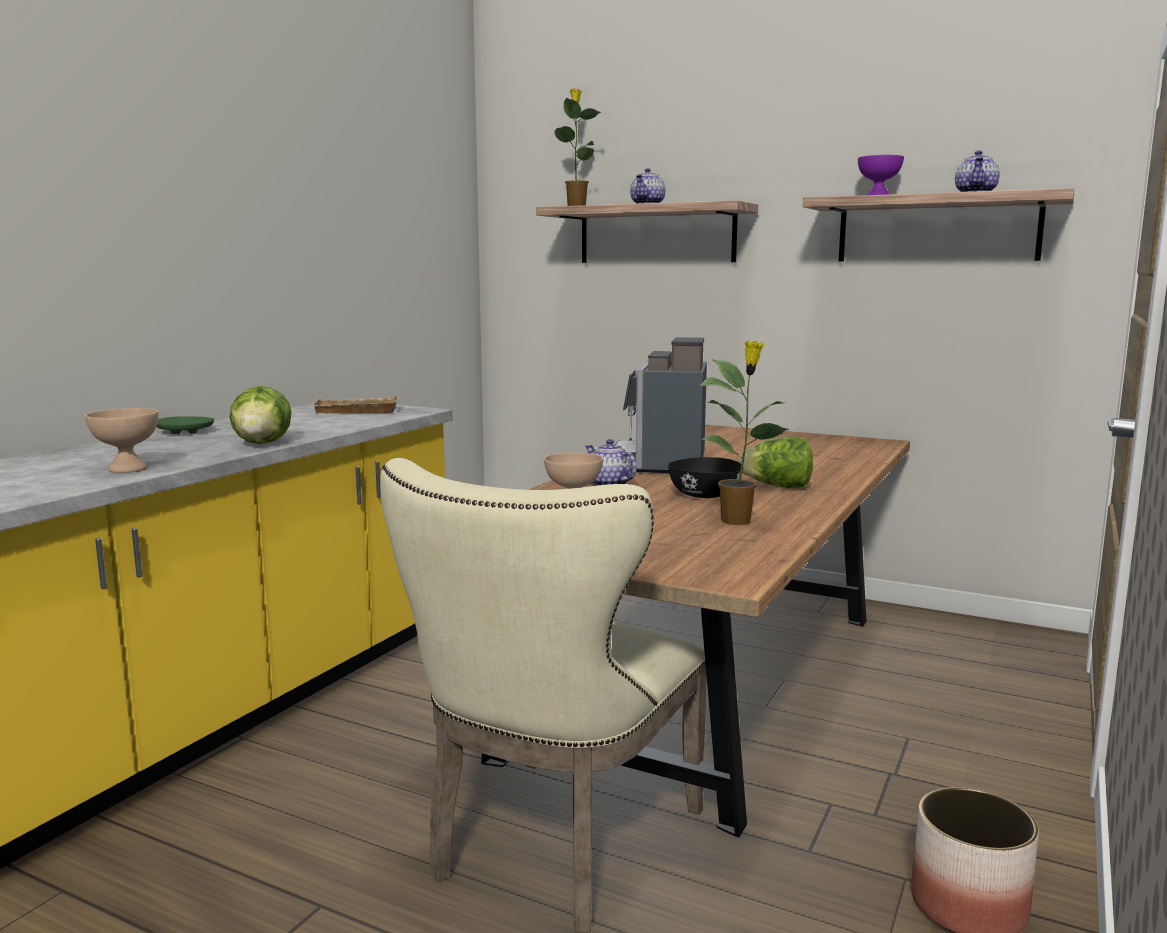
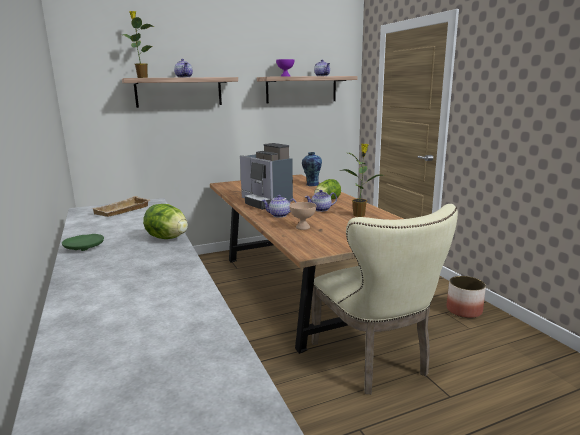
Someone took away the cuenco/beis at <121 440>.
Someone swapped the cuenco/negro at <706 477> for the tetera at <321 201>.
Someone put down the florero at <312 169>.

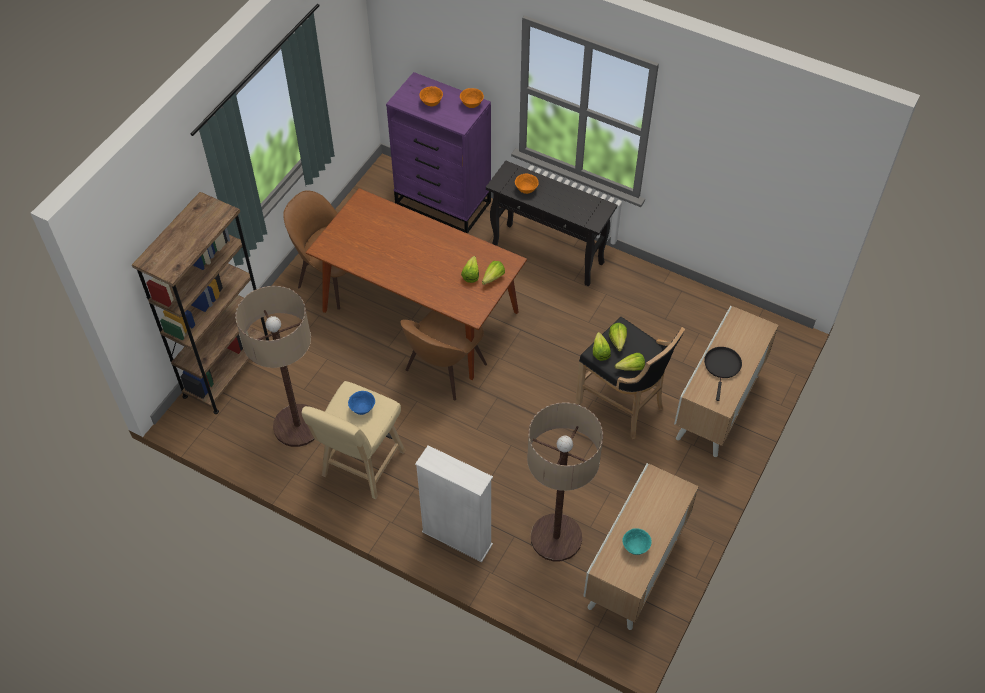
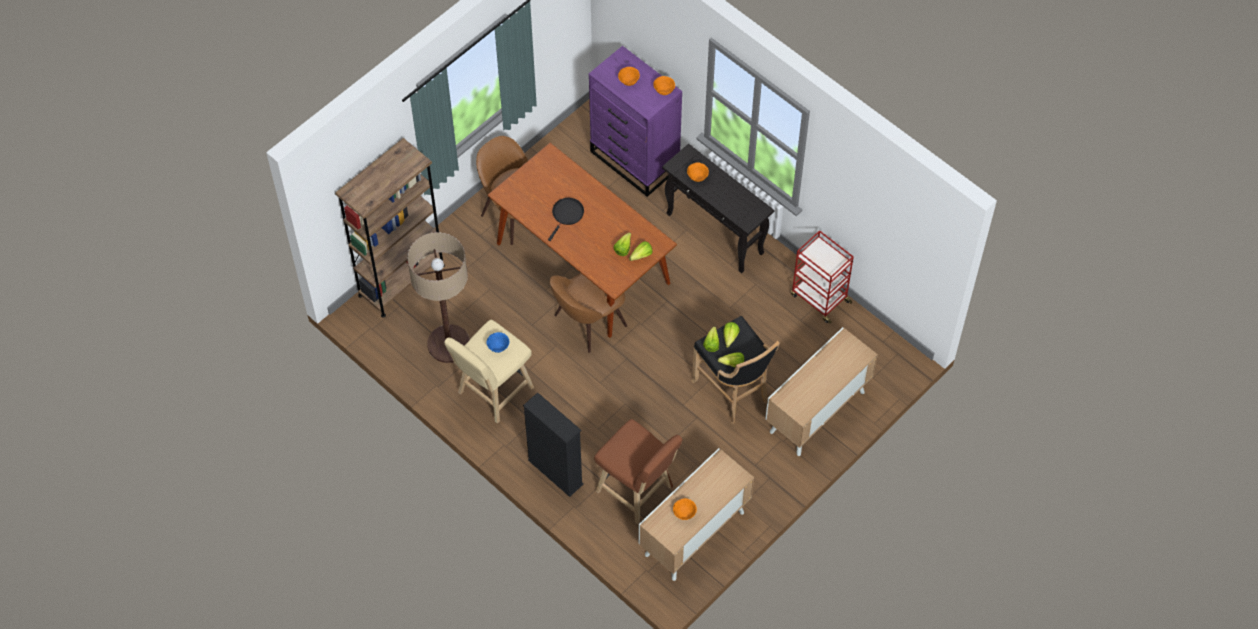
Someone carried the sartén/negro from <723 374> to <566 219>.
Someone swapped the lámpara de pie at <565 481> for the taburete/marrón at <638 471>.
Someone repainted the estantería/blanco at <454 503>, which became the estantería/negro at <553 444>.
Someone repainted the cuenco/turquesa at <637 541>, which became the cuenco/naranja at <685 509>.
Someone put down the carrito/rojo at <822 277>.

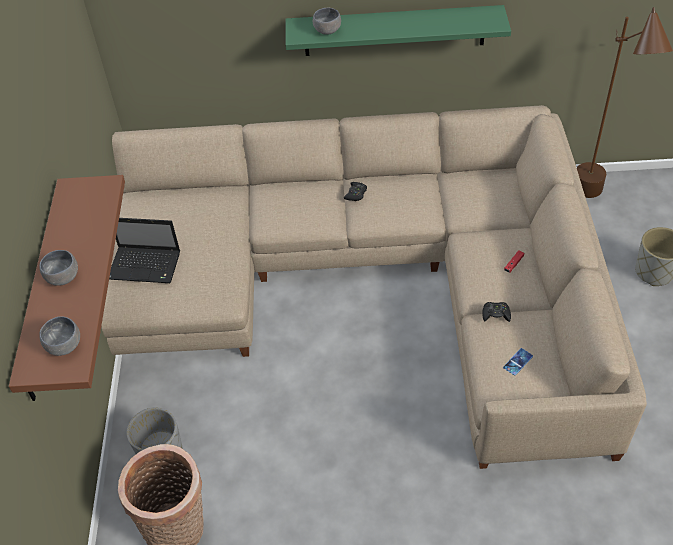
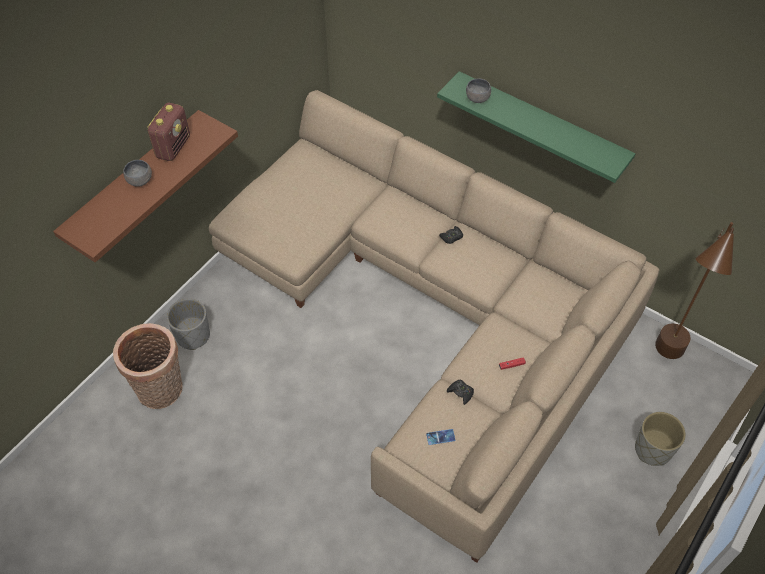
Someone took away the portátil at <144 250>.
Someone took away the cuenco/gris at <59 336>.
Someone put down the radio at <168 132>.

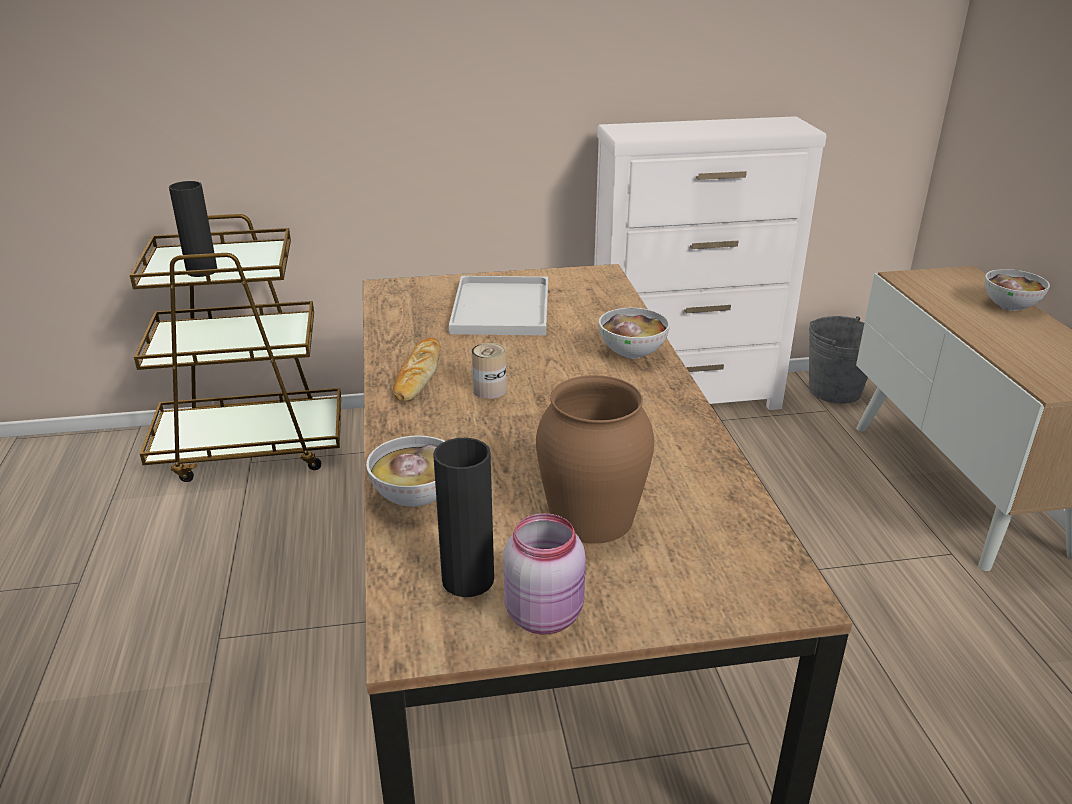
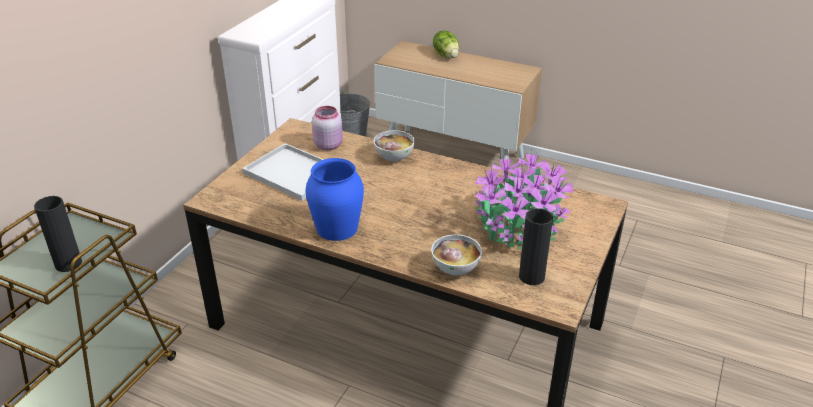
Someone swapped the cuenco at <1017 290> for the lechuga at <446 44>.
Someone swapped the pan at <416 370> for the florero/azul at <334 199>.
Someone took away the lata at <489 371>.
Someone swapped the florero/marrón at <595 459> for the planta en maceta at <524 200>.
Someone carried the tarro/rosa from <544 573> to <327 128>.

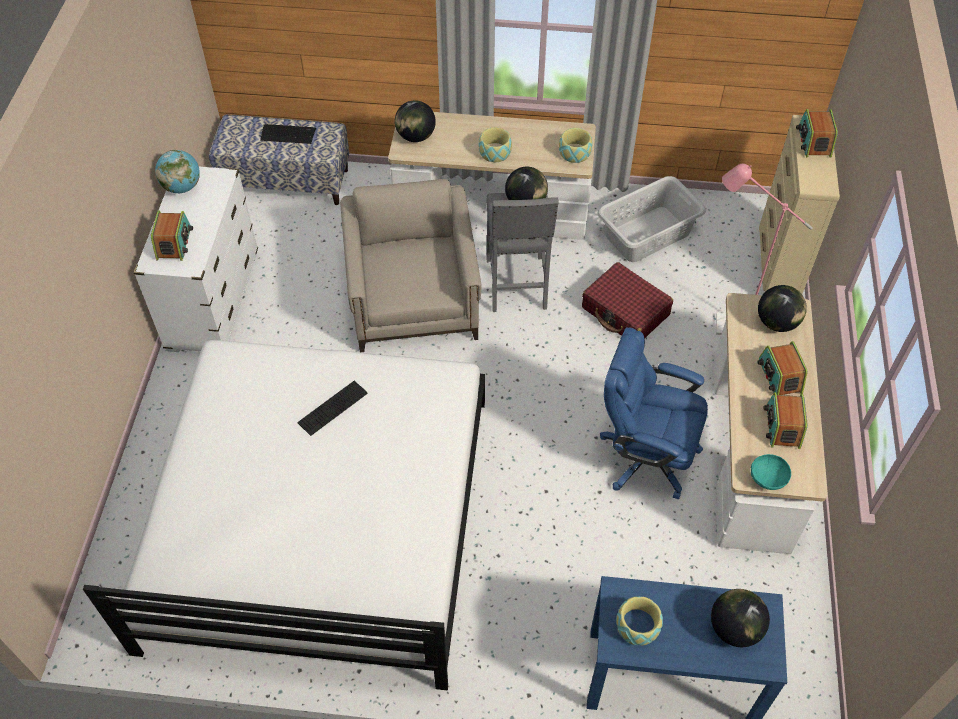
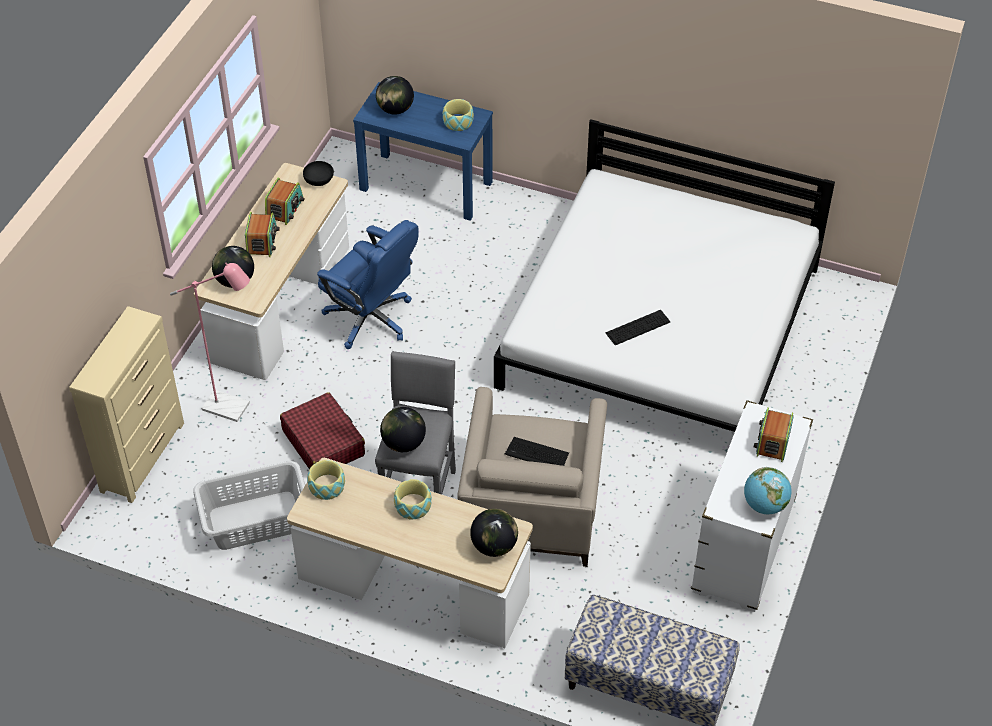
Someone took away the radio at <817 133>.
Someone carried the teclado from <288 134> to <537 451>.
Someone repainted the cuenco/turquesa at <771 472>, which became the cuenco/negro at <318 173>.

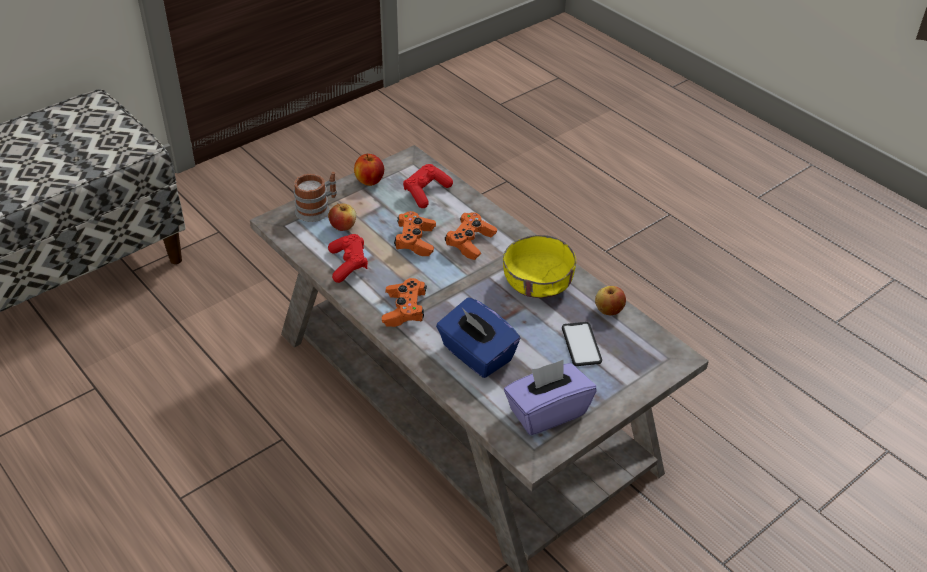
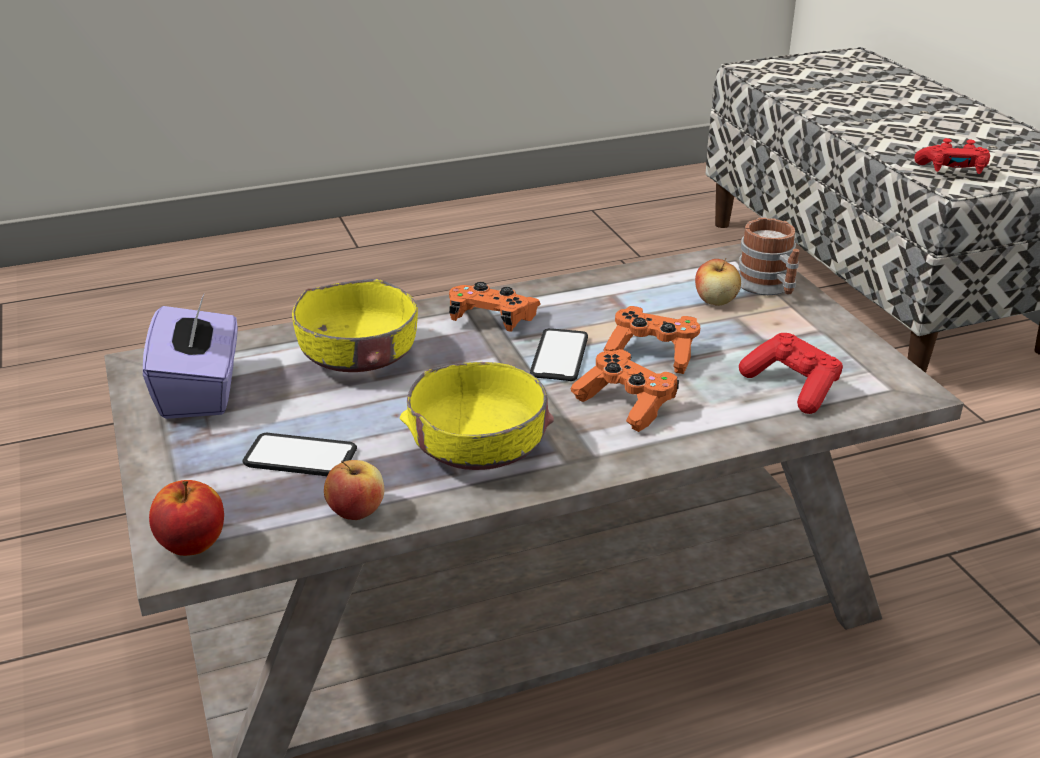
Someone carried the manzana from <369 170> to <186 518>.
Someone carried the mando de consola/rojo from <348 258> to <952 156>.
Someone swapped the caja de pañuelos/azul at <478 337> for the cuenco/amarillo at <355 325>.
Someone put down the móvil at <559 354>.

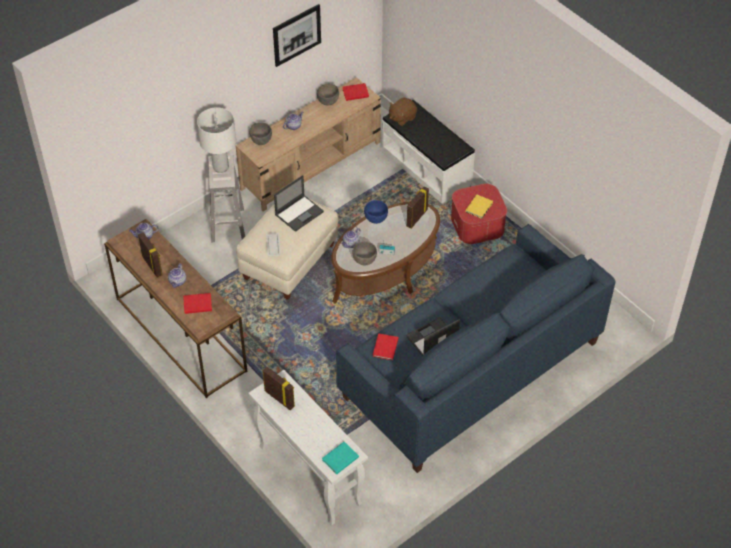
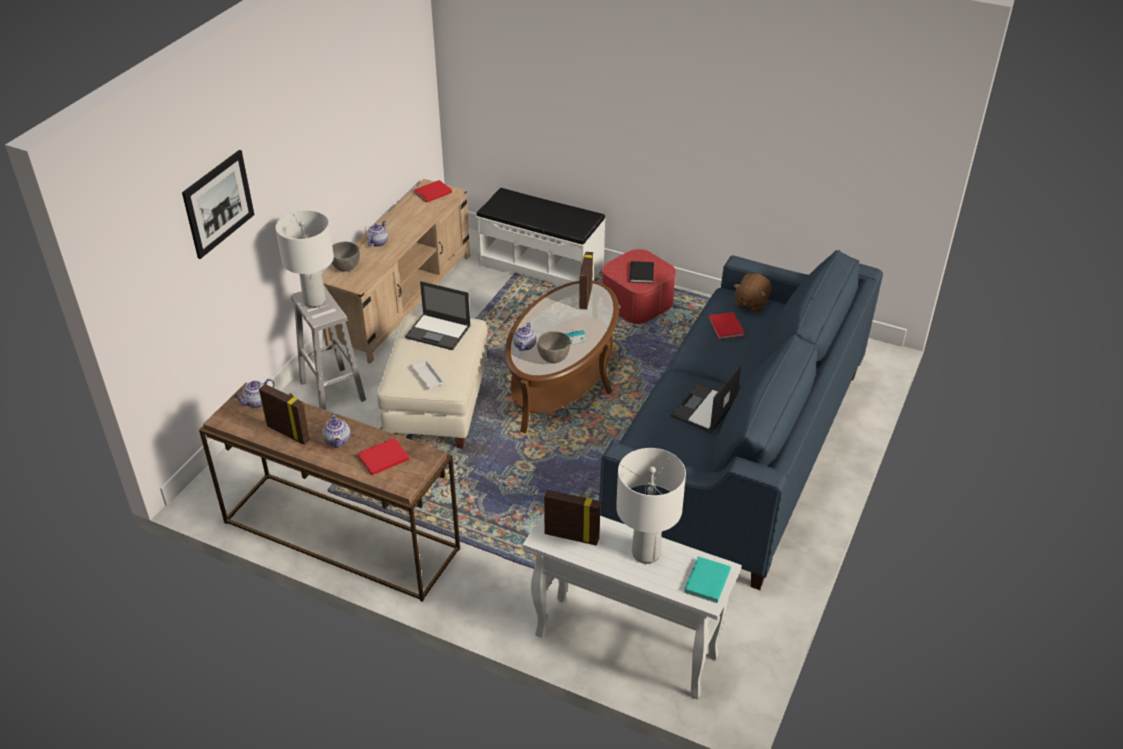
Someone carried the cuadro from <297 35> to <218 204>.
Someone took away the cuenco/gris at <328 95>.
Someone carried the peluche/marrón from <403 111> to <752 293>.
Someone rotated the portátil at <299 203> by 90 degrees clockwise.
Someone repainted the libro/amarillo at <479 207>, which became the libro/negro at <642 272>.
Someone took away the cuenco/azul at <376 212>.
Someone carried the libro/rojo from <385 346> to <727 326>.
Someone put down the lámpara de mesa/blanco at <651 506>.

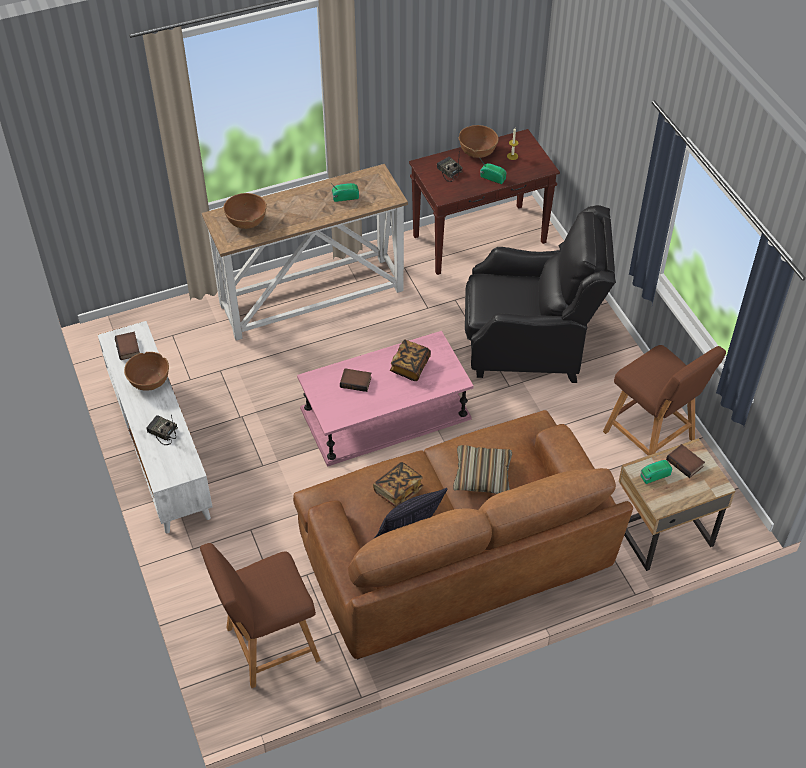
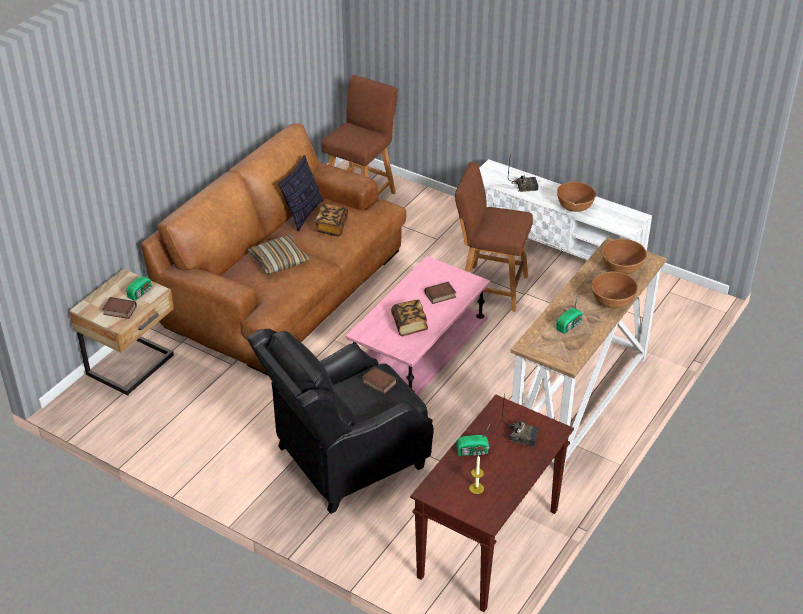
Someone carried the cuenco/marrón from <479 141> to <614 290>.
Someone carried the libro from <127 346> to <380 380>.
Someone carried the taburete/marrón from <664 400> to <494 237>.

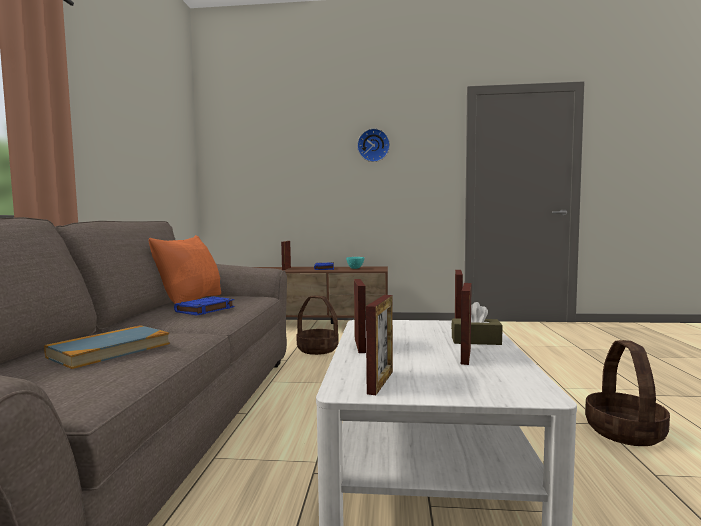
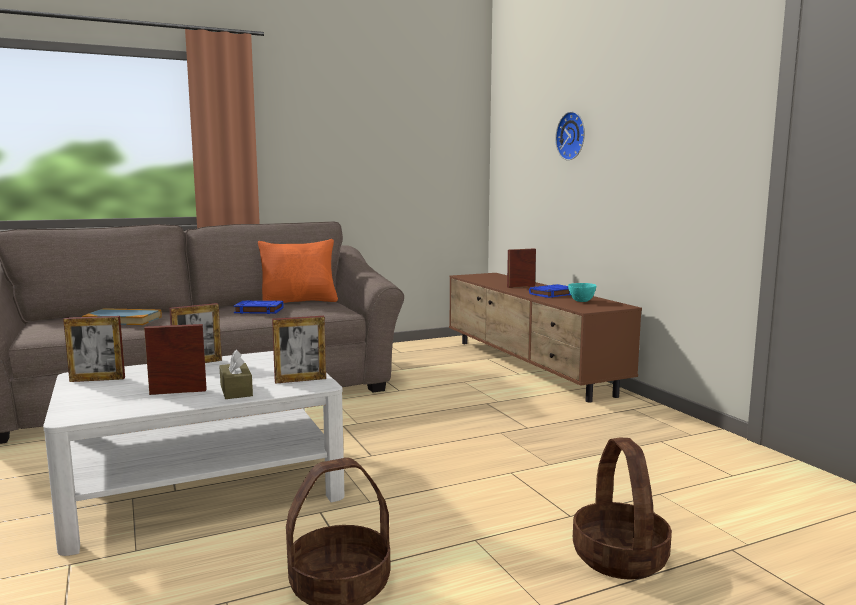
Someone carried the reloj de pared from <373 145> to <570 135>.
Someone carried the cesta from <318 325> to <622 508>.

